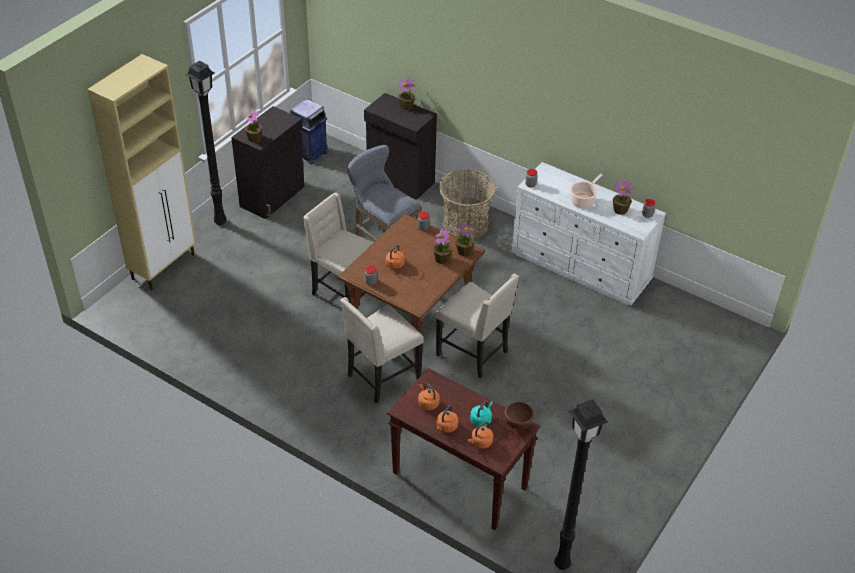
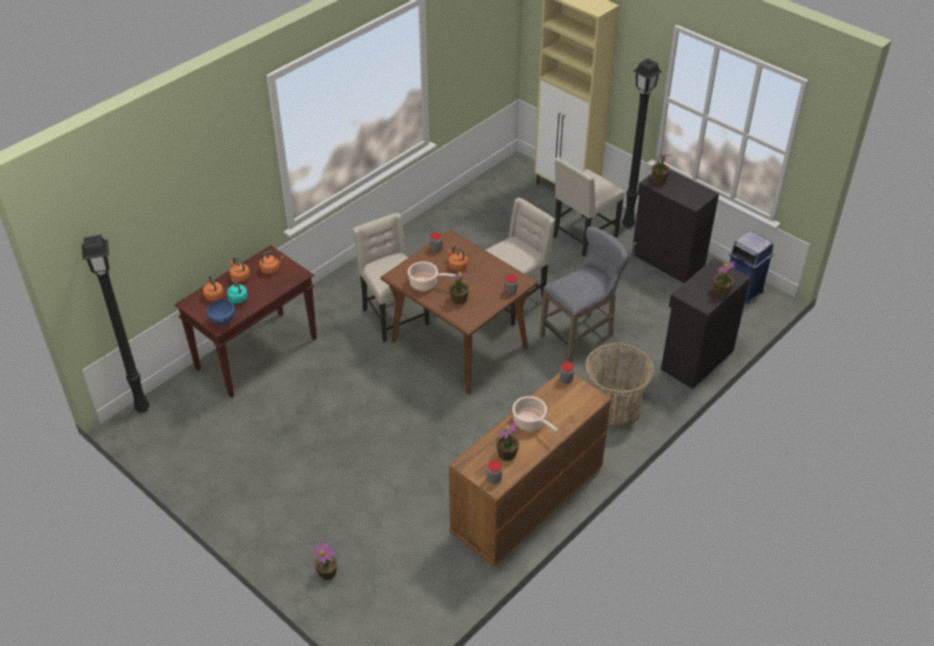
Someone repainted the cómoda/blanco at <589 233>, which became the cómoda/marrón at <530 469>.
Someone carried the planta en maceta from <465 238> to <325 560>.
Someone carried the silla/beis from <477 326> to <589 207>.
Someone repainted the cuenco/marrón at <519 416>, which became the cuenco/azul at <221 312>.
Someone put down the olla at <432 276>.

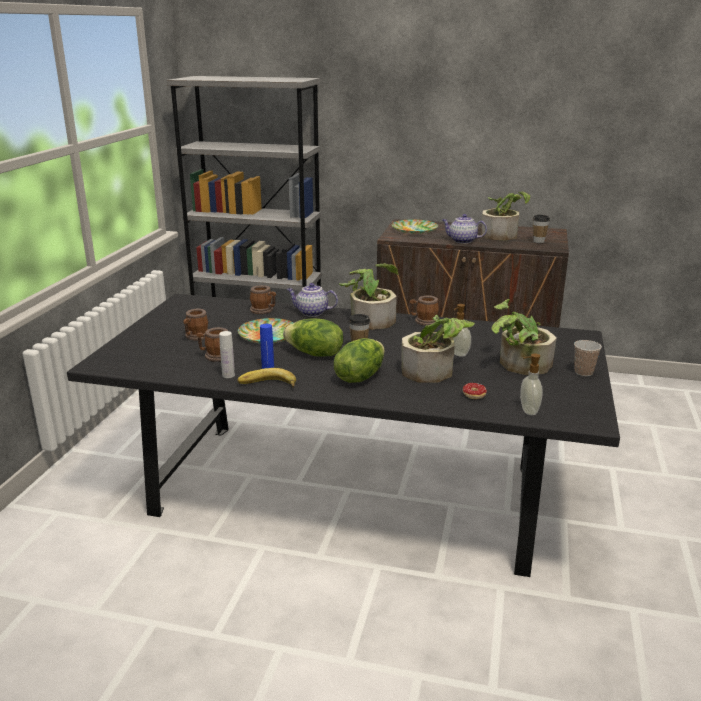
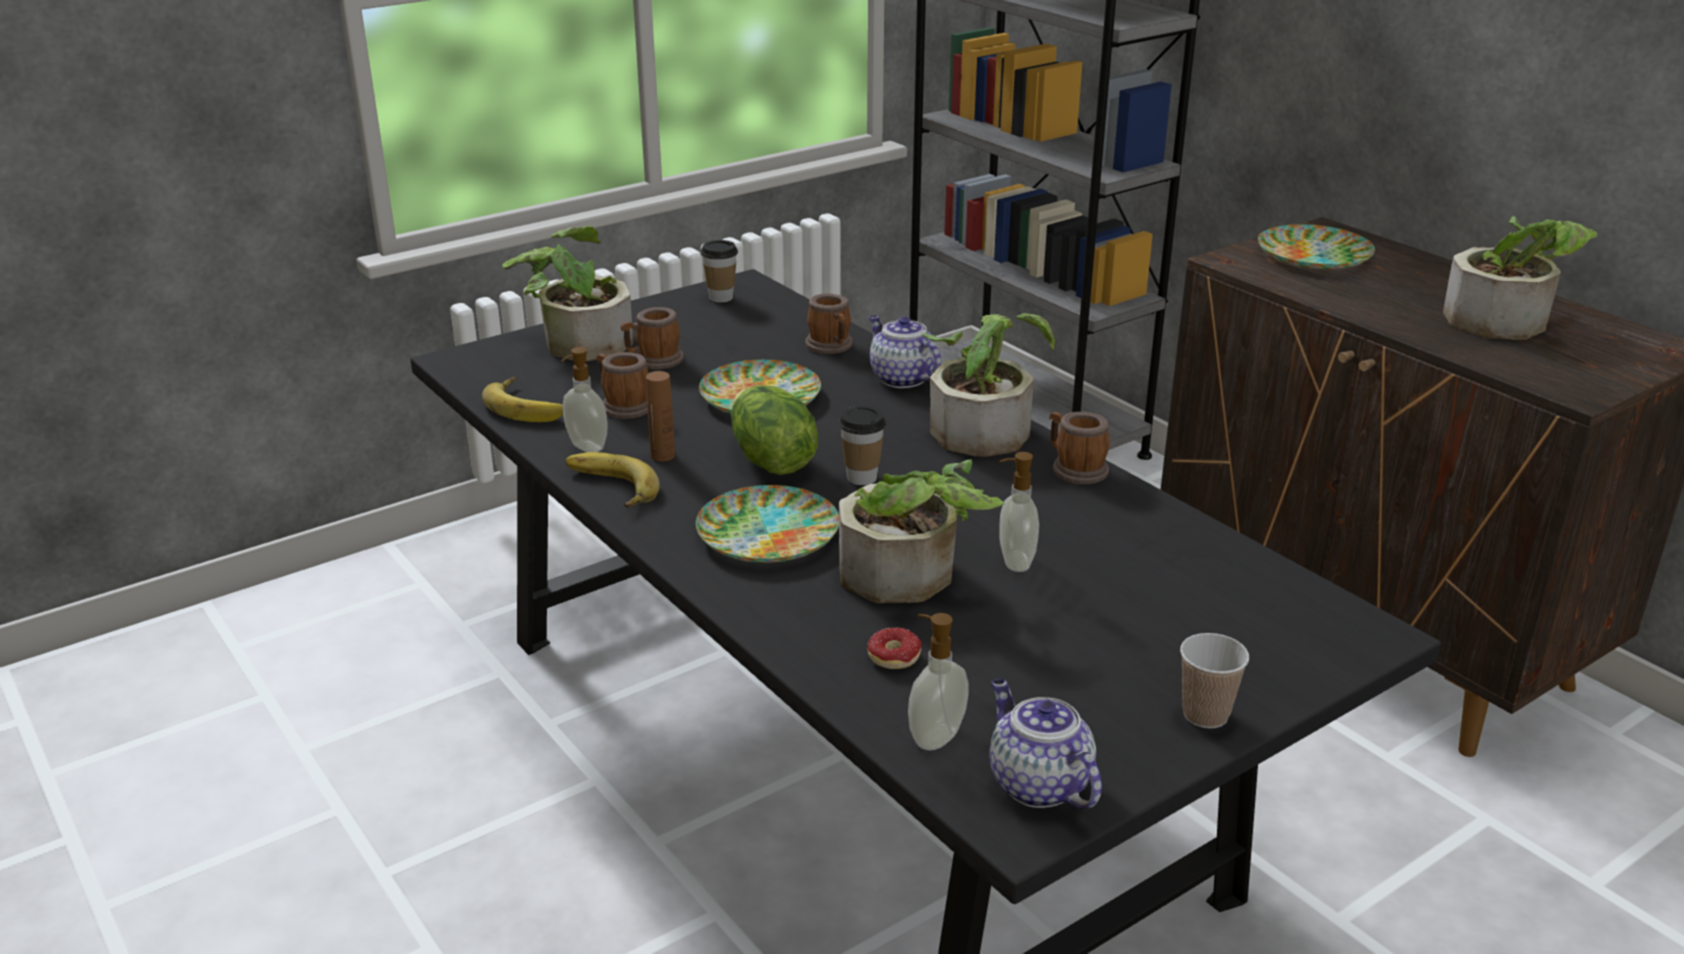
Someone carried the tetera from <464 229> to <1045 744>.
Someone carried the taza from <541 229> to <719 271>.
Someone carried the planta en maceta from <524 337> to <567 293>.
Someone repainted the botella/azul at <267 346>, which became the botella/marrón at <660 416>.
Someone swapped the botella/blanco at <227 354> for the dispensador de jabón at <584 399>.
Someone swapped the lechuga at <359 360> for the plato at <767 524>.
Someone put down the plátano at <522 399>.

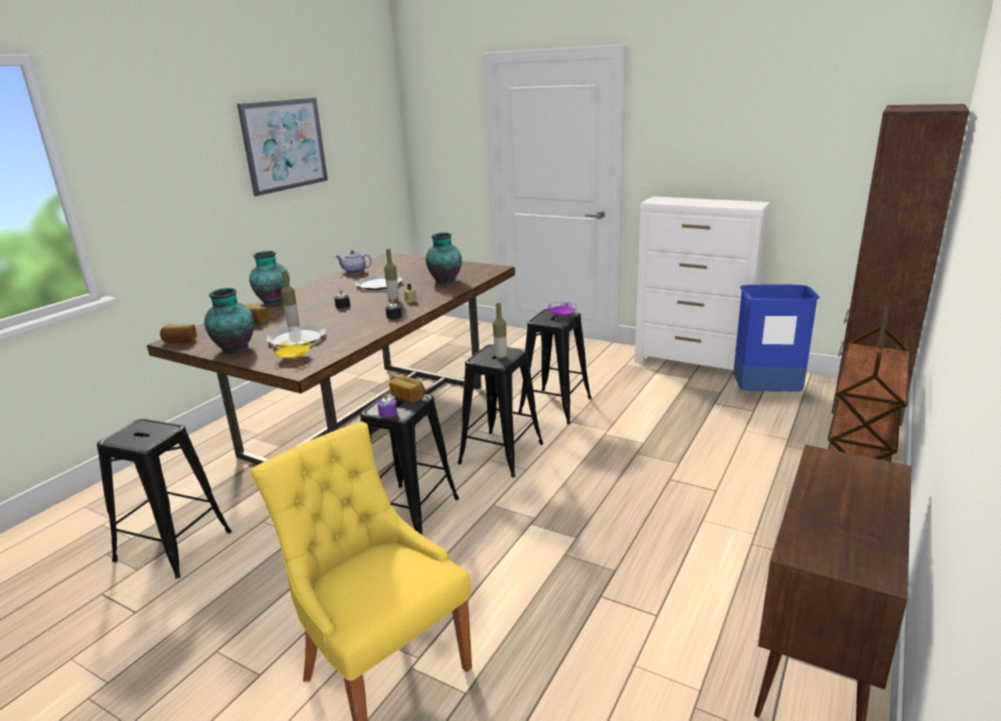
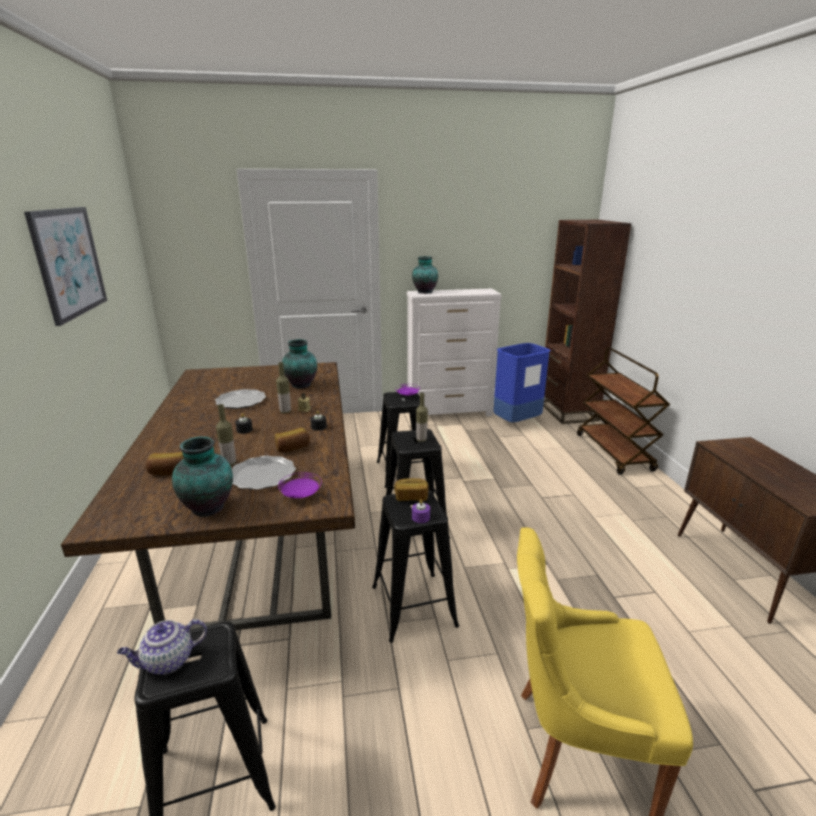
Someone carried the tetera from <353 262> to <162 647>.
Someone carried the florero from <269 278> to <425 275>.
Someone carried the pan from <178 333> to <292 440>.
Someone repainted the plato/amarillo at <292 349>, which became the plato/morado at <300 485>.

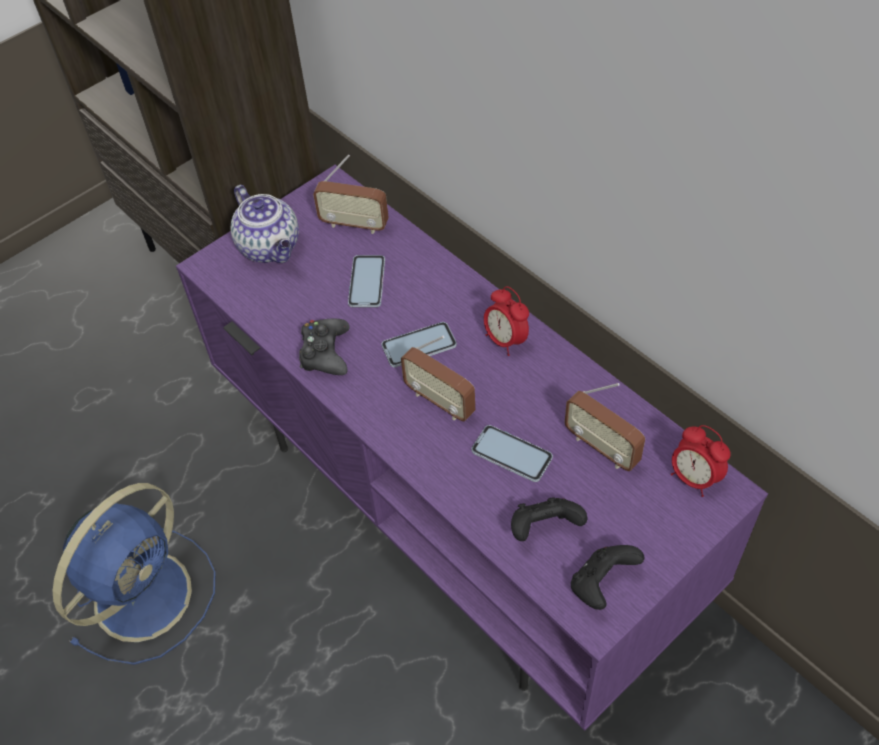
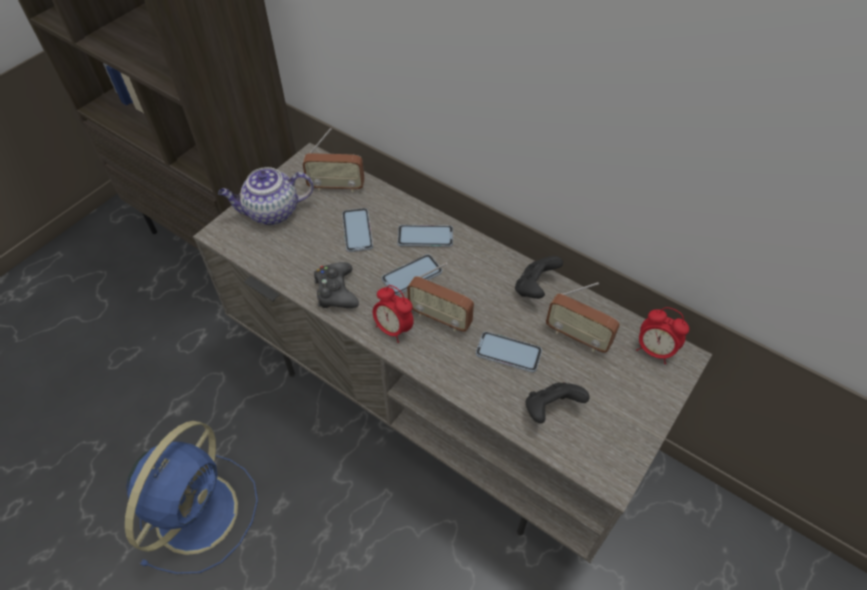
Someone repainted the mueble de televisión/morado at <472 448>, which became the mueble de televisión/gris at <452 353>.
Someone rotated the tetera at <265 224> by 120 degrees clockwise.
Someone carried the despertador from <506 321> to <393 314>.
Someone carried the mando de consola/negro from <607 577> to <539 277>.
Someone put down the móvil at <425 236>.

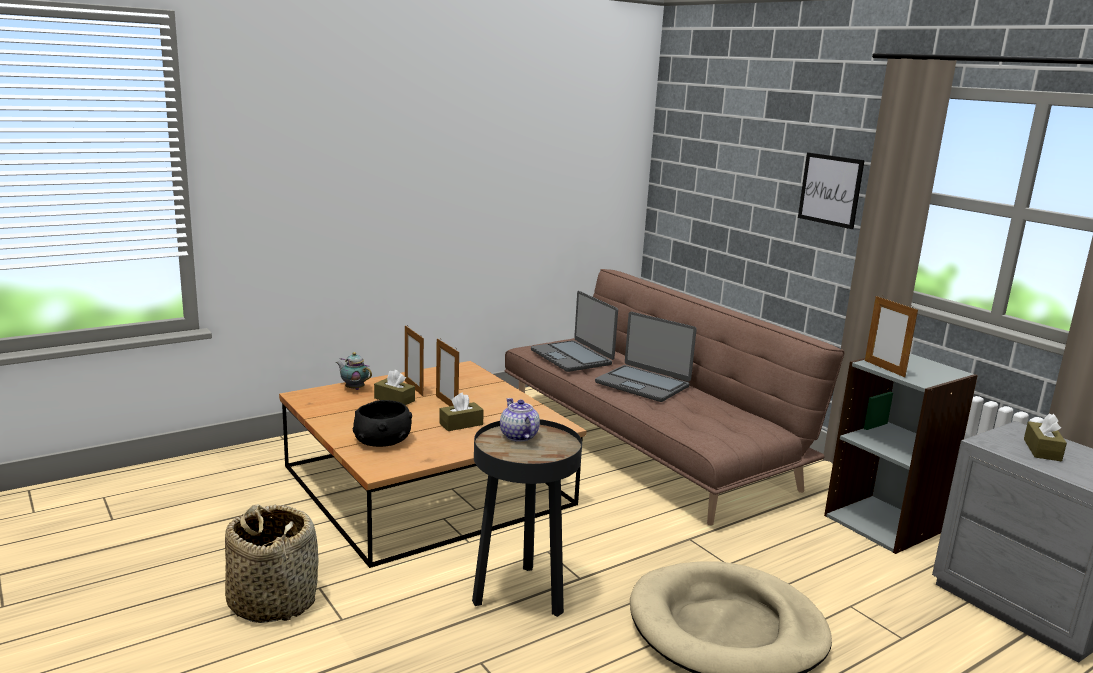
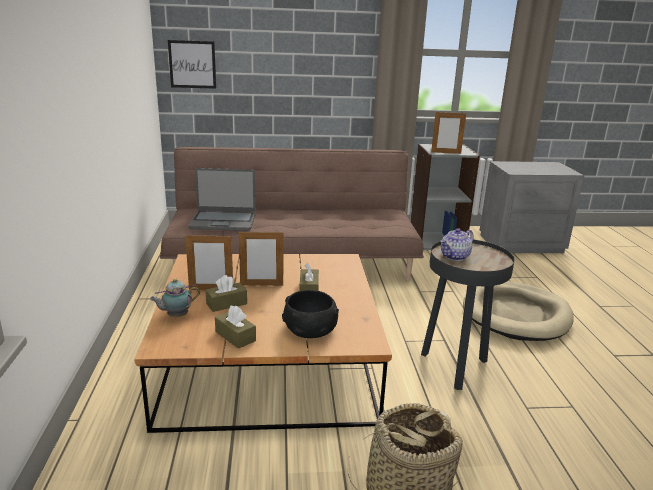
Someone carried the cuadro from <831 191> to <192 64>.
Someone took away the portátil at <646 357>.
Someone rotated the tetera at <520 420> by 45 degrees counterclockwise.
Someone carried the caja de pañuelos/marrón from <1045 437> to <235 327>.

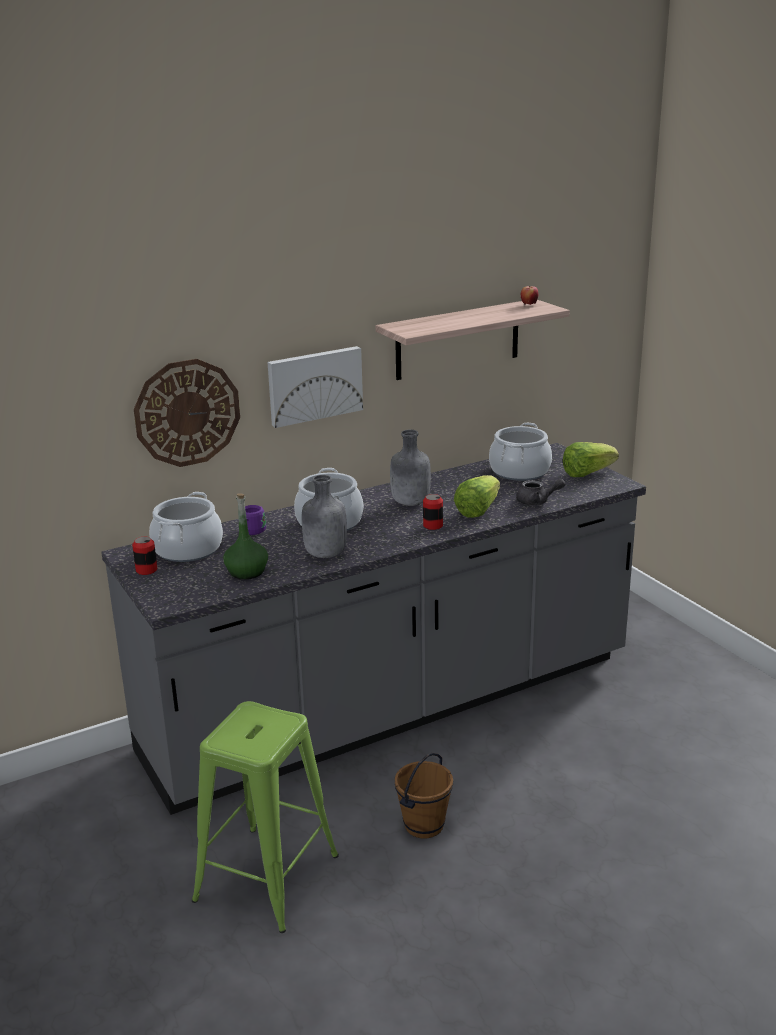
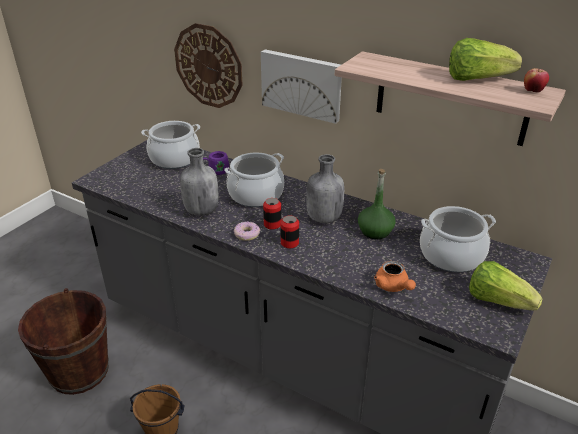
Someone carried the lechuga from <477 496> to <485 59>.
Someone repainted the tetera/gris at <540 492>, which became the tetera/naranja at <395 276>.
Someone carried the botella/verde from <245 536> to <377 204>.
Someone carried the lata from <144 556> to <272 214>.
Someone swapped the taburete/verde at <265 817> for the cubo/marrón at <63 341>.
Someone put down the rosquilla at <247 231>.

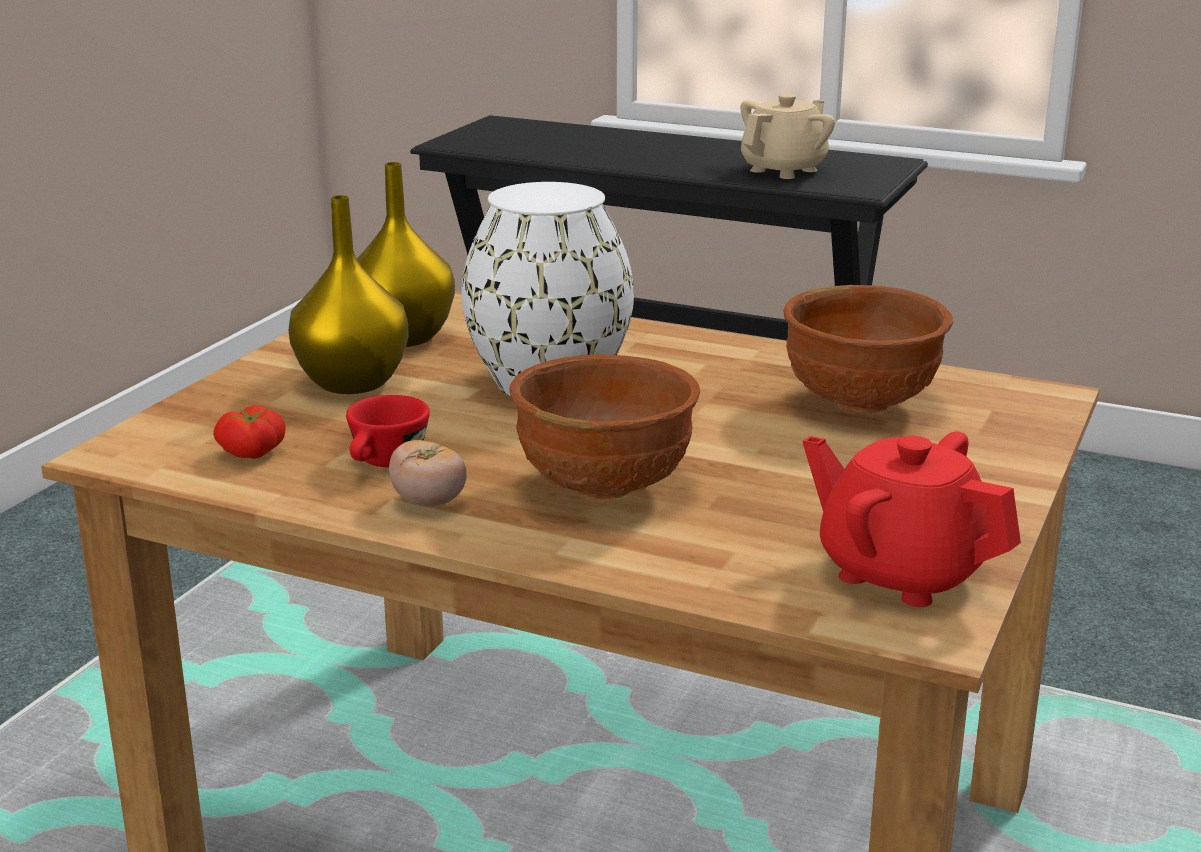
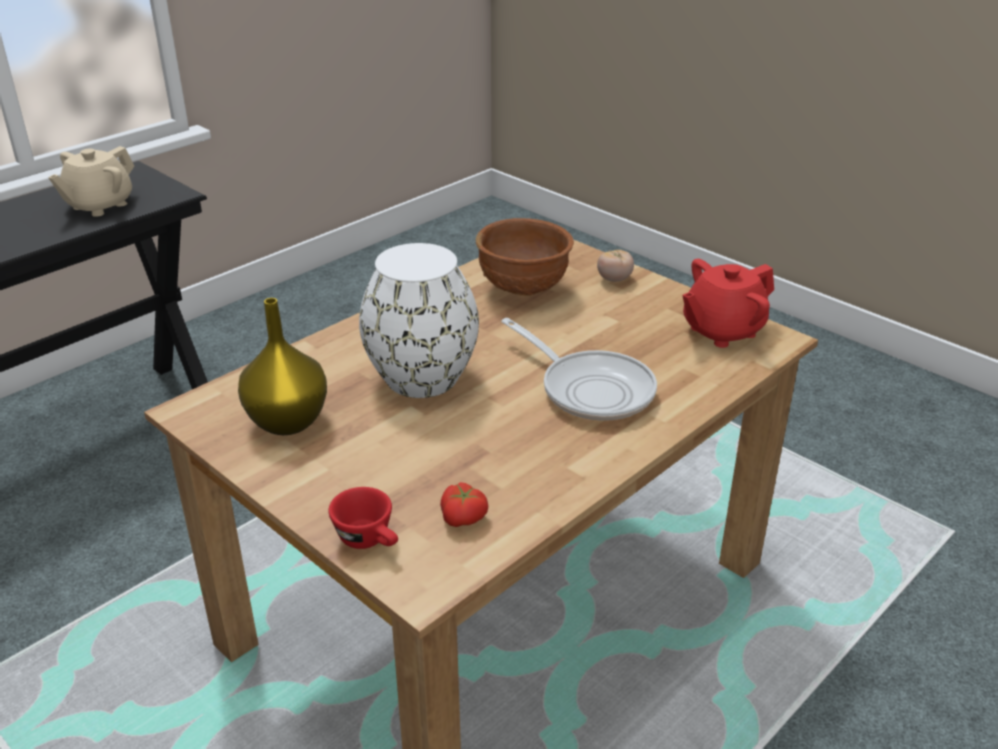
Someone rotated the tetera/beis at <788 136> by 120 degrees counterclockwise.
Someone took away the florero/amarillo at <349 294>.
Someone swapped the cuenco/marrón at <604 426> for the sartén at <579 369>.
Someone carried the taza/rojo from <388 431> to <363 518>.
Someone carried the tomate from <428 473> to <615 266>.

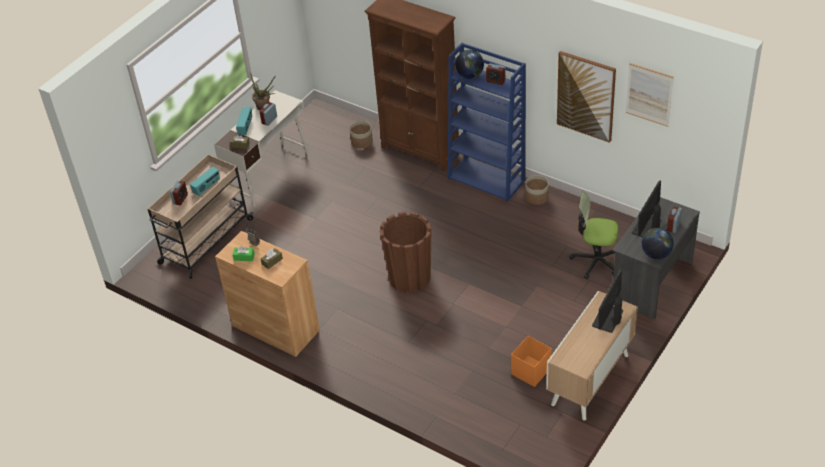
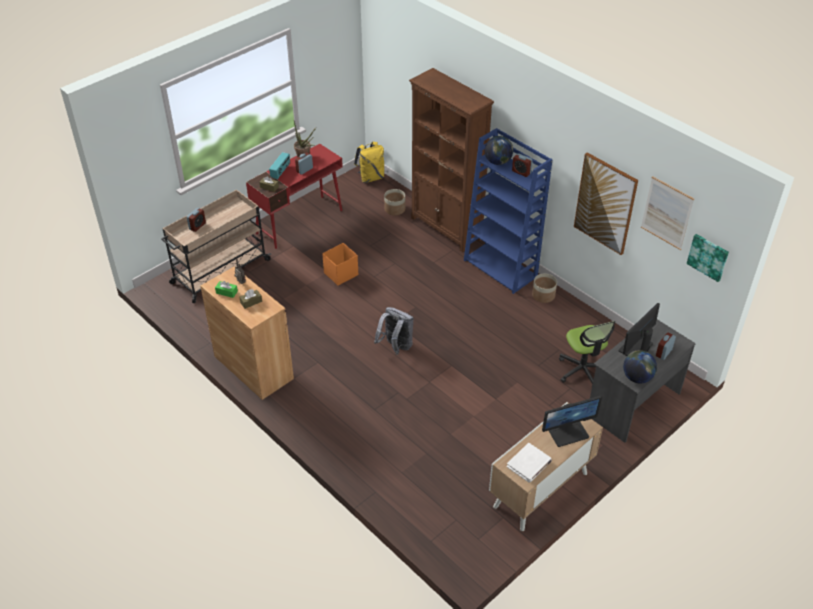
Someone repainted the escritorio/blanco at <261 148>, which became the escritorio/rojo at <294 196>.
Someone took away the radio at <205 181>.
Someone rotated the silla de oficina at <593 235> by 135 degrees counterclockwise.
Someone swapped the maceta/marrón at <405 252> for the mochila/gris at <394 331>.
Someone rotated the monitor at <607 301> by 150 degrees counterclockwise.
Someone carried the caja de almacenaje/naranja from <531 361> to <340 264>.
Someone put down the mochila/amarillo at <369 162>.
Someone put up the cuadro at <708 258>.
Someone put down the libro/blanco at <529 462>.

